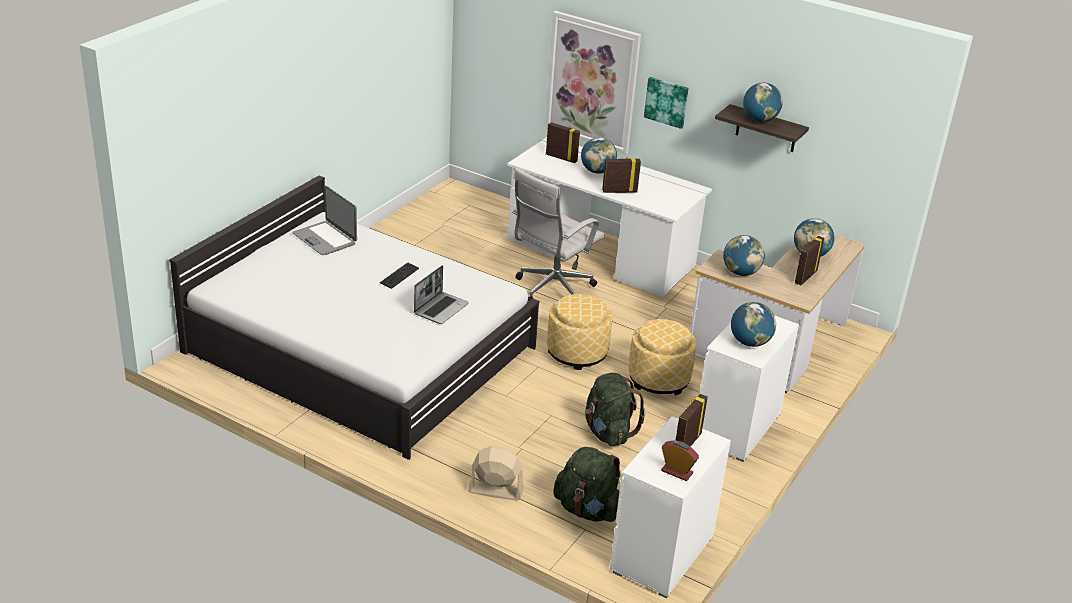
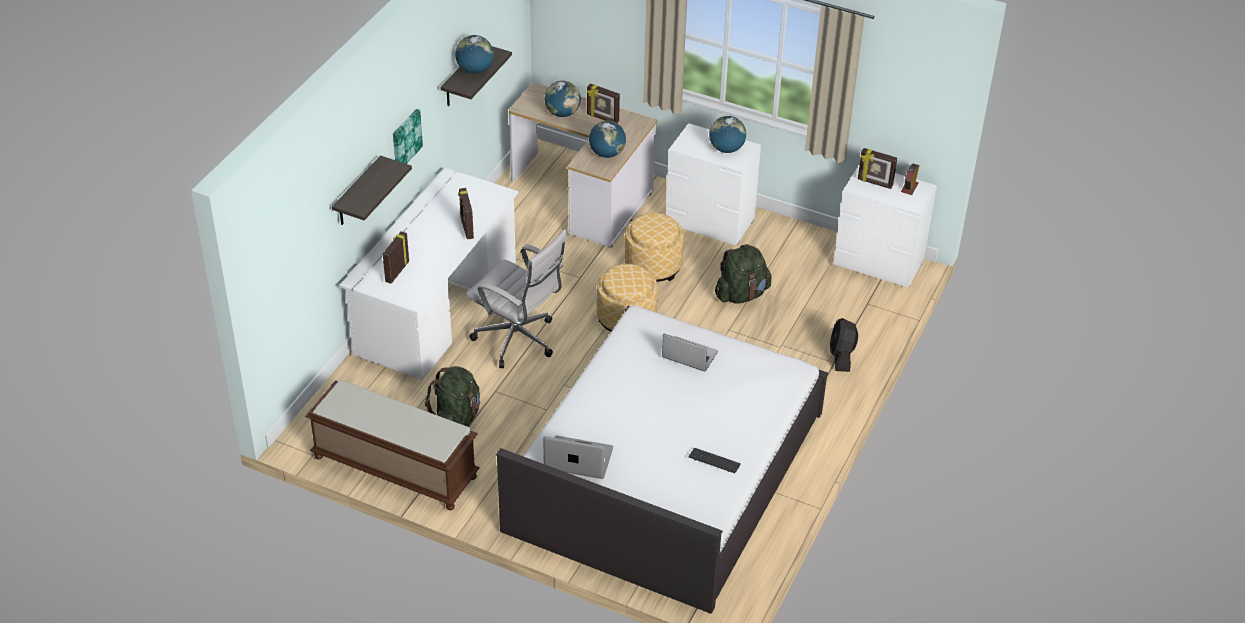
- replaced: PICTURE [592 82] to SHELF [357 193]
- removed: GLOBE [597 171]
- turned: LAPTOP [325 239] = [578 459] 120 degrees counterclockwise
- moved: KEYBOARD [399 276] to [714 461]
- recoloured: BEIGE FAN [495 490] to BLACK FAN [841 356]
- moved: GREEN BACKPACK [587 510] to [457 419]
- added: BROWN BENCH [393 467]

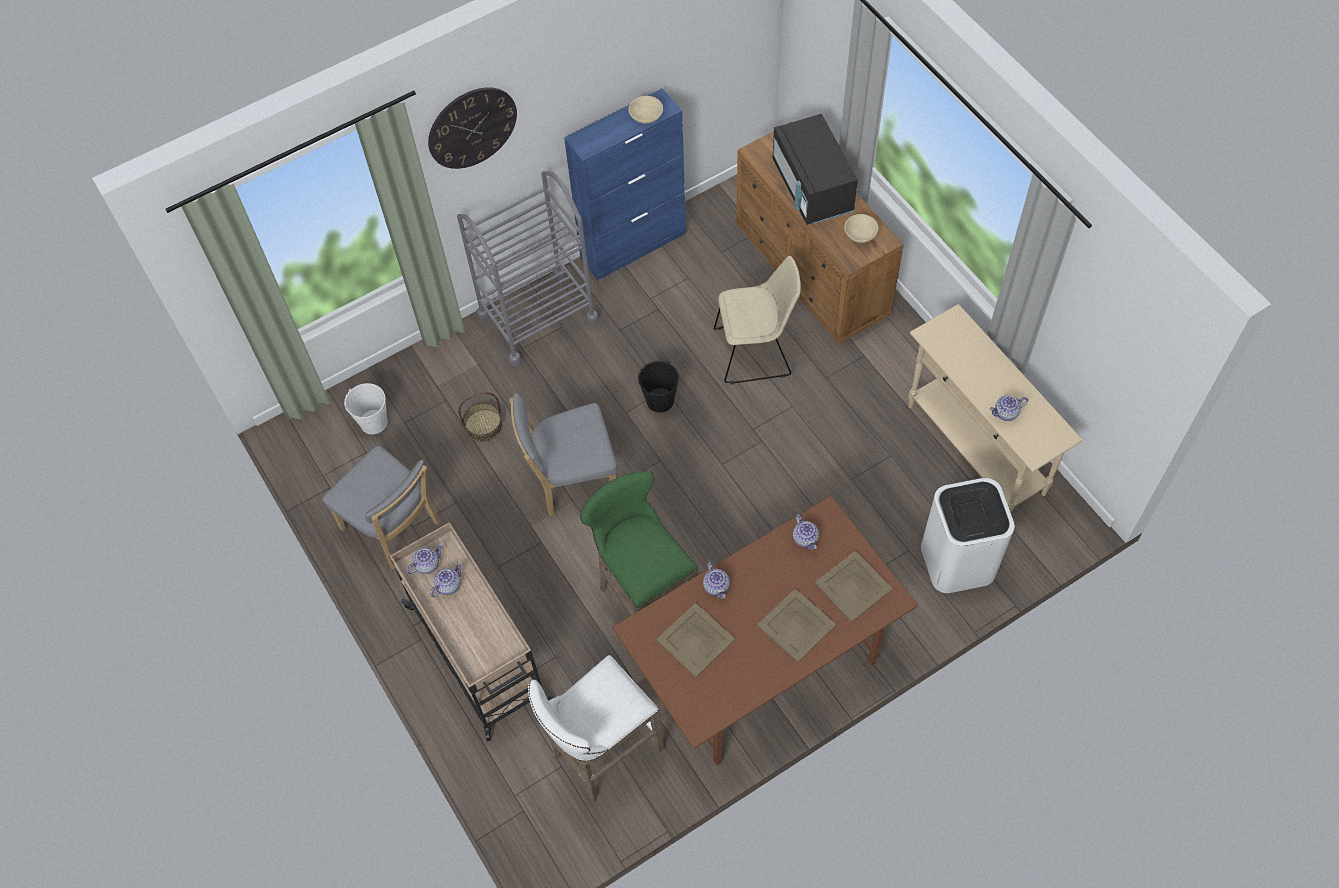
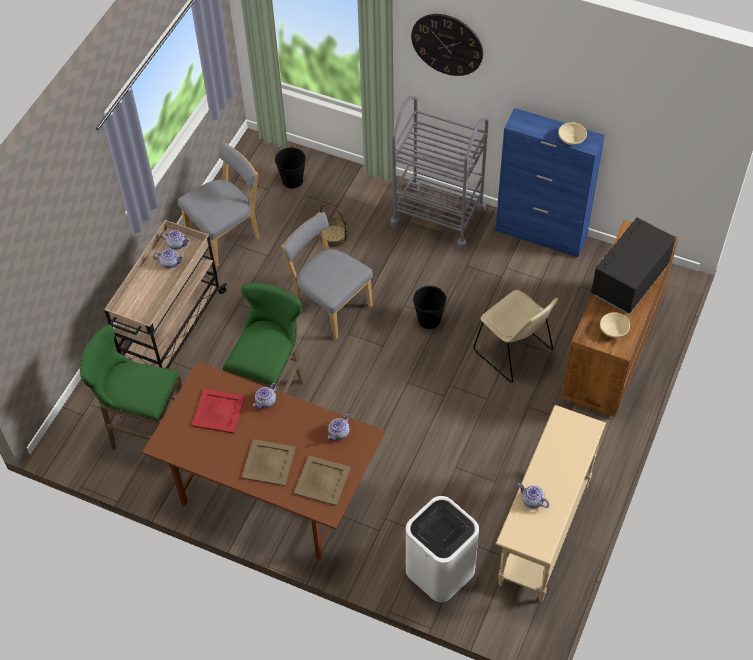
- recoloured: WHITE BUCKET [373 422] to BLACK BUCKET [292 180]
- turned: GREY CHAIR [394 528] = [226 235] 135 degrees counterclockwise
- recoloured: BEIGE TRAY [695 640] to RED TRAY [218 411]
- recoloured: WHITE STOOL [603 754] to GREEN STOOL [147 435]

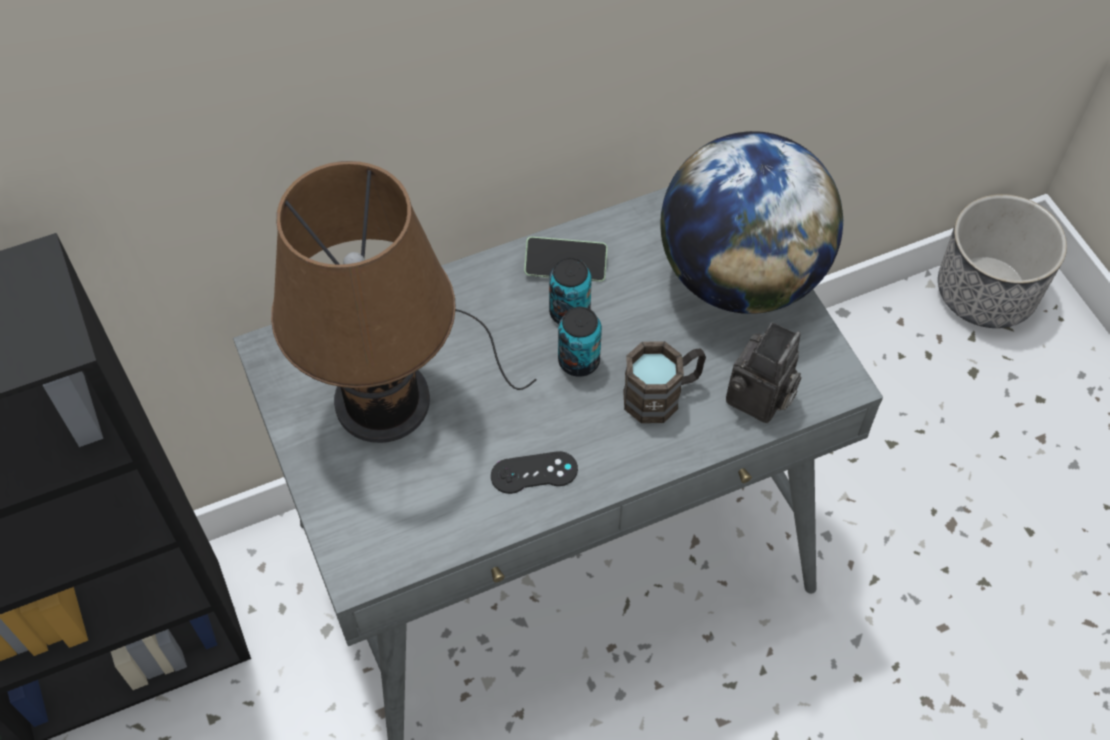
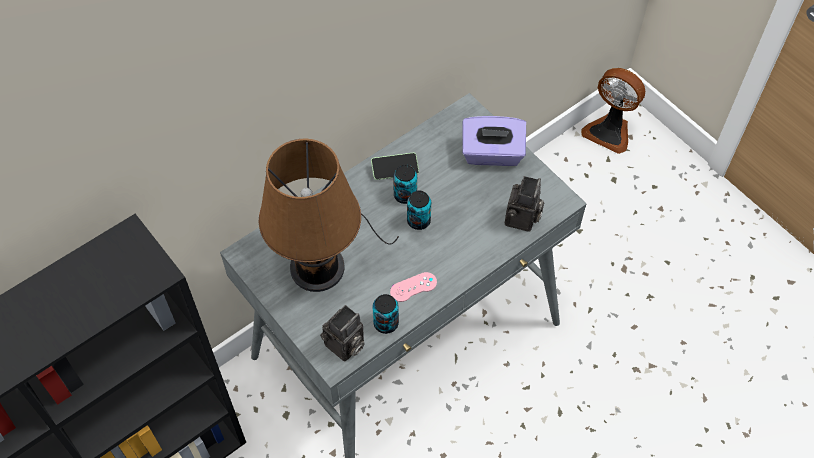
- replaced: GLOBE [740 275] to PURPLE TISSUE BOX [492 154]
- replaced: PLANTER [986 291] to FAN [609 131]
- removed: BROWN MUG [662 395]
- recoloured: BLACK GAME CONTROLLER [534 473] to PINK GAME CONTROLLER [413 287]
- added: CAN [386 323]
- added: PHOTO CAMERA [344 347]

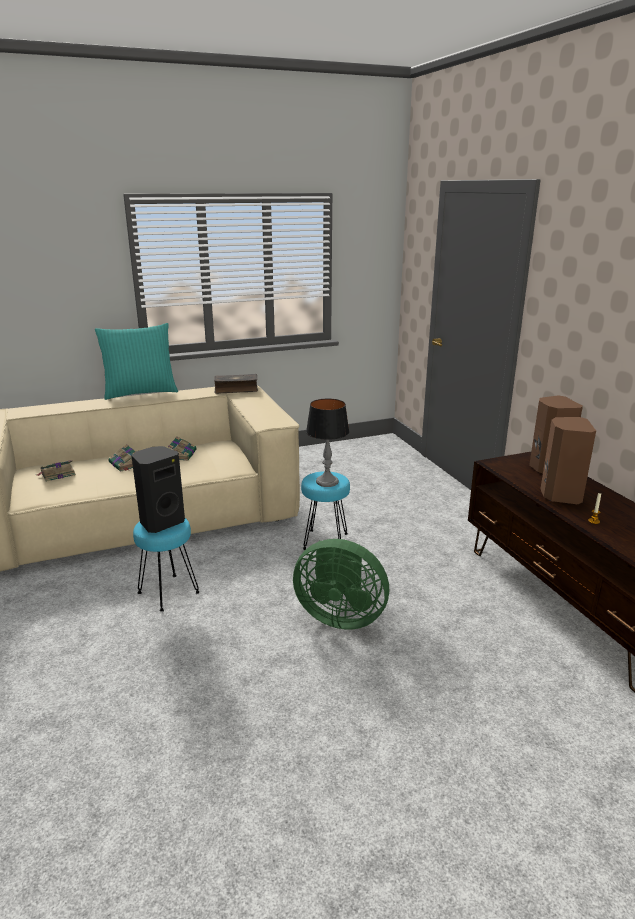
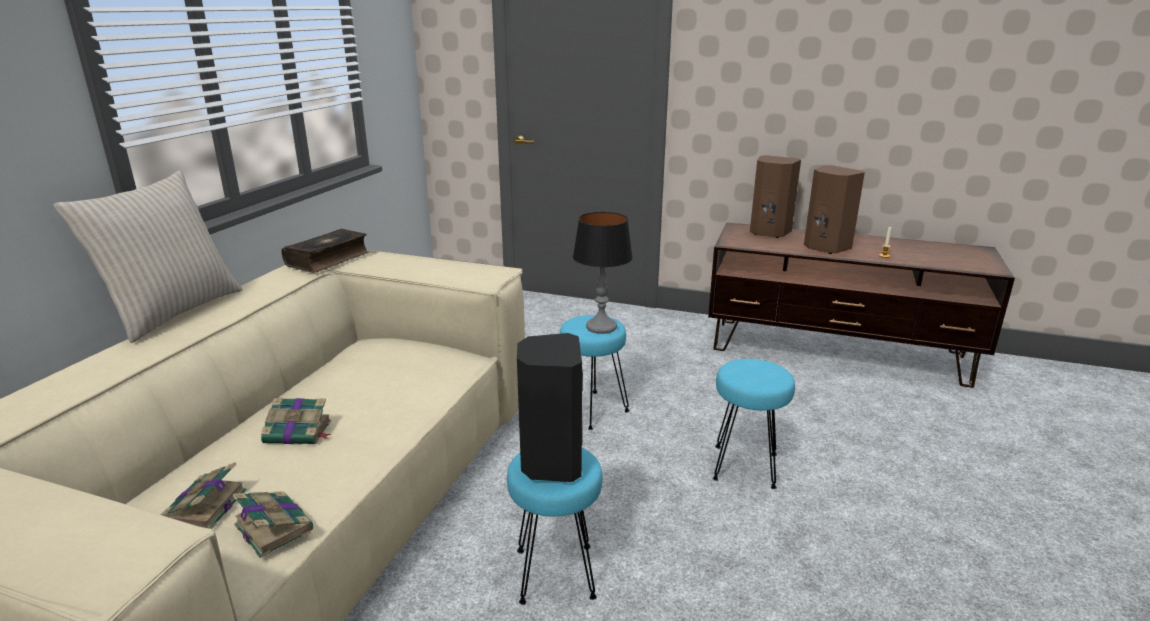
- recoloured: TURQUOISE PILLOW [140 392] to BEIGE PILLOW [173 312]
- moved: BOOK [182 454] to [273 527]
- replaced: GREEN FAN [340 616] to TURQUOISE STOOL [745 466]

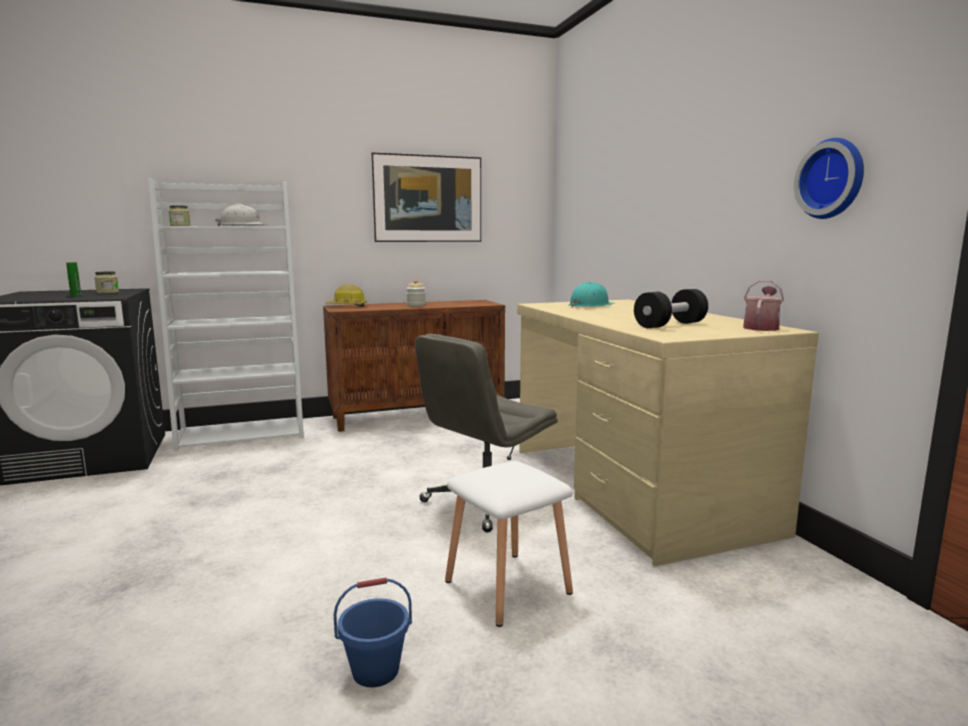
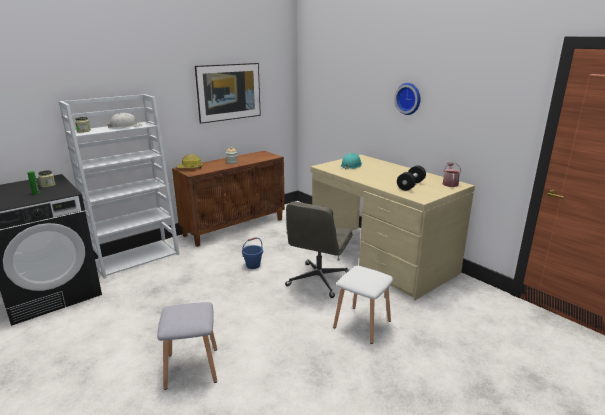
- moved: WALL CLOCK [833 179] to [409 98]
- moved: BLUE BUCKET [375 671] to [253 265]
- added: GREY STOOL [191 367]

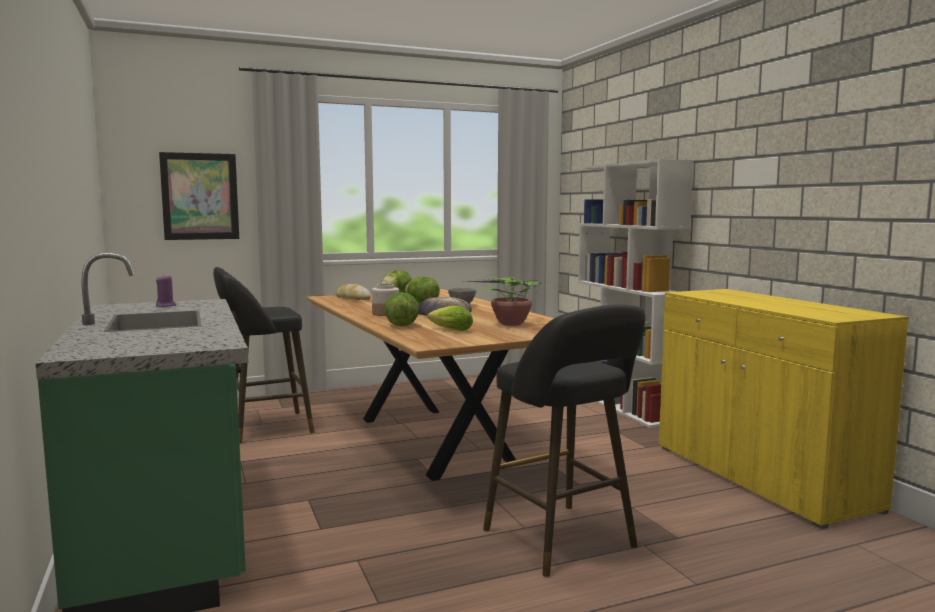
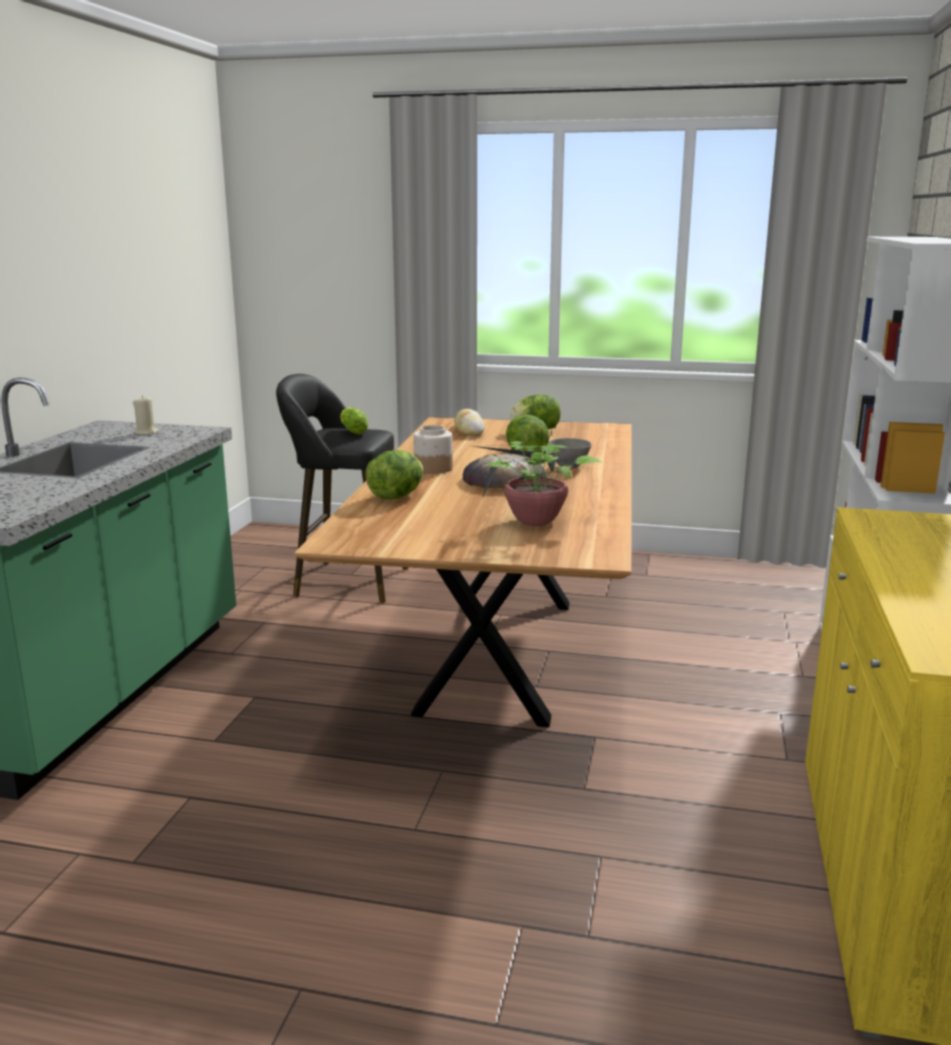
- removed: PICTURE [200 196]
- recoloured: PURPLE CANDLE [166 305] to BEIGE CANDLE [146 432]
- removed: BLACK STOOL [564 542]
- moved: LETTUCE [449 330] to [352 431]

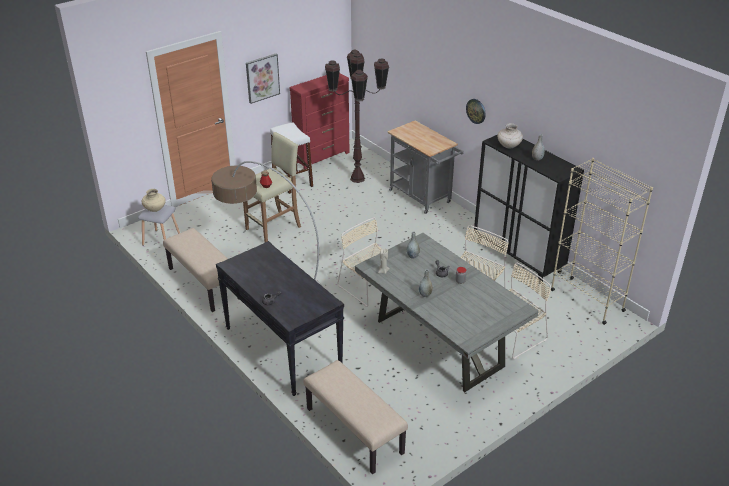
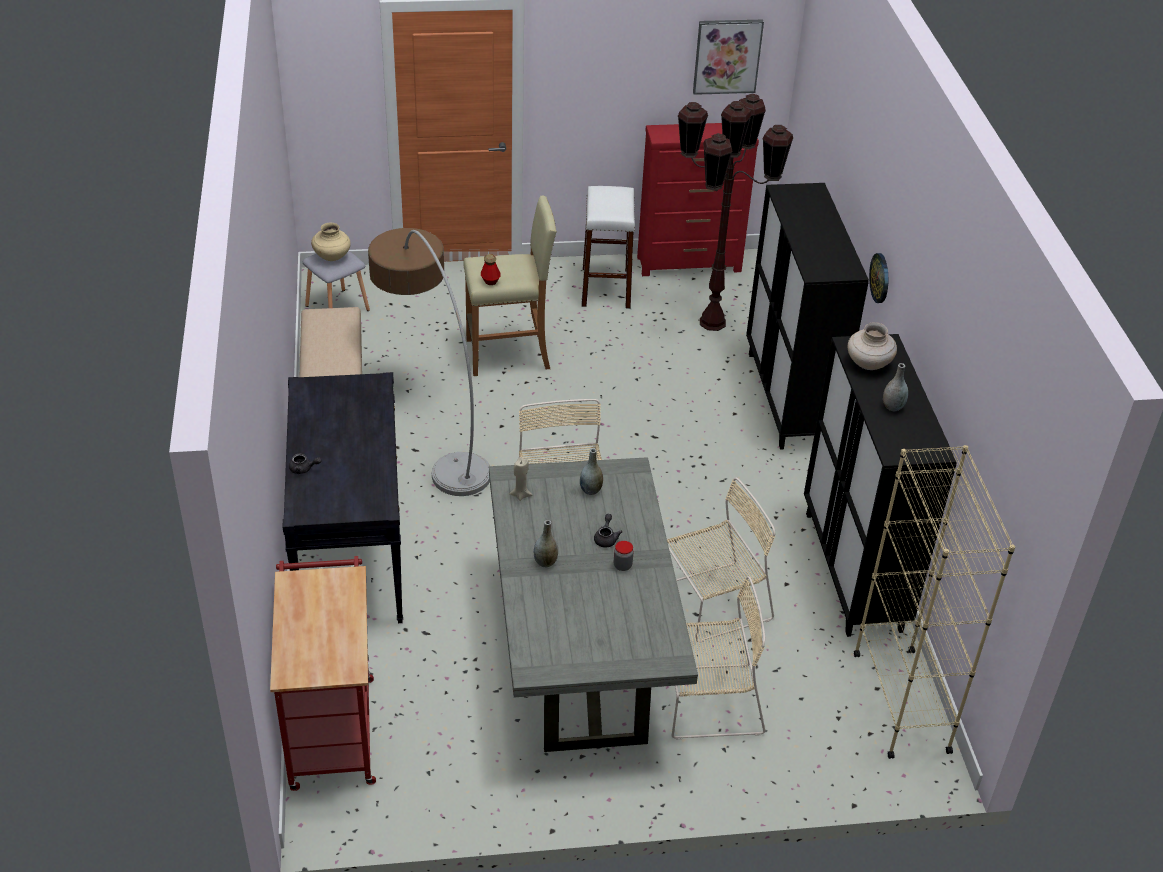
- moved: PICTURE [262 78] to [727 56]
- replaced: GREY CART [422 198] to BLACK CABINET [788 399]
- replaced: BEIGE BENCH [353 431] to RED CART [331 725]

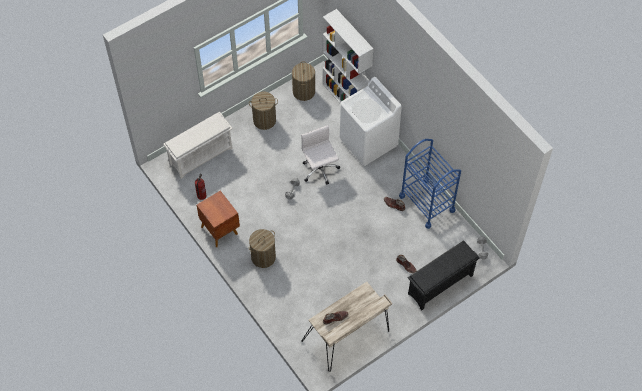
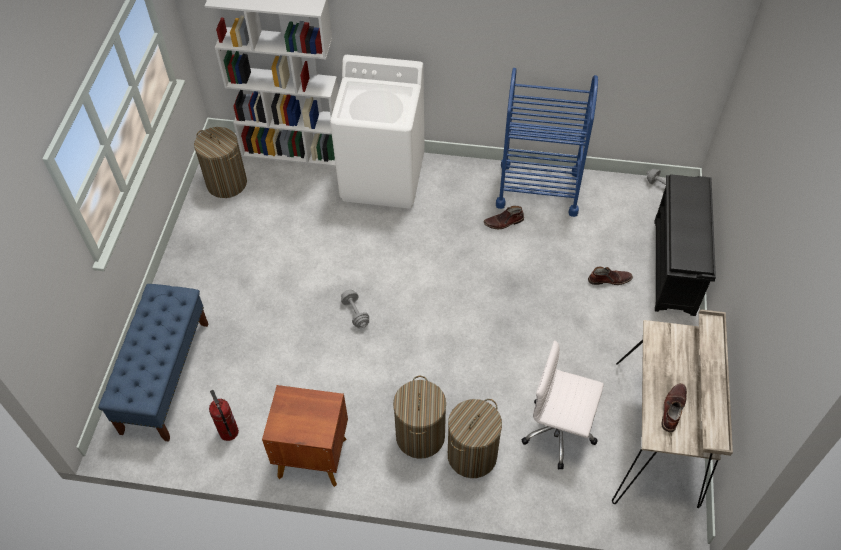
- moved: LAUNDRY BASKET [264 120] to [472 455]
- replaced: WHITE SHOE RACK [201 155] to BLUE BENCH [165 376]
- moved: WHITE OFFICE CHAIR [320 171] to [560 432]

